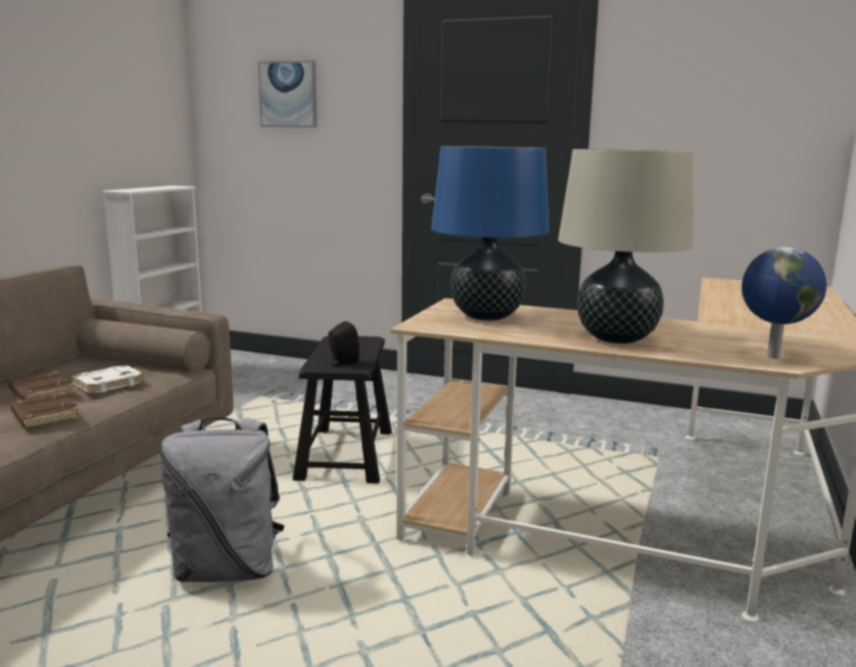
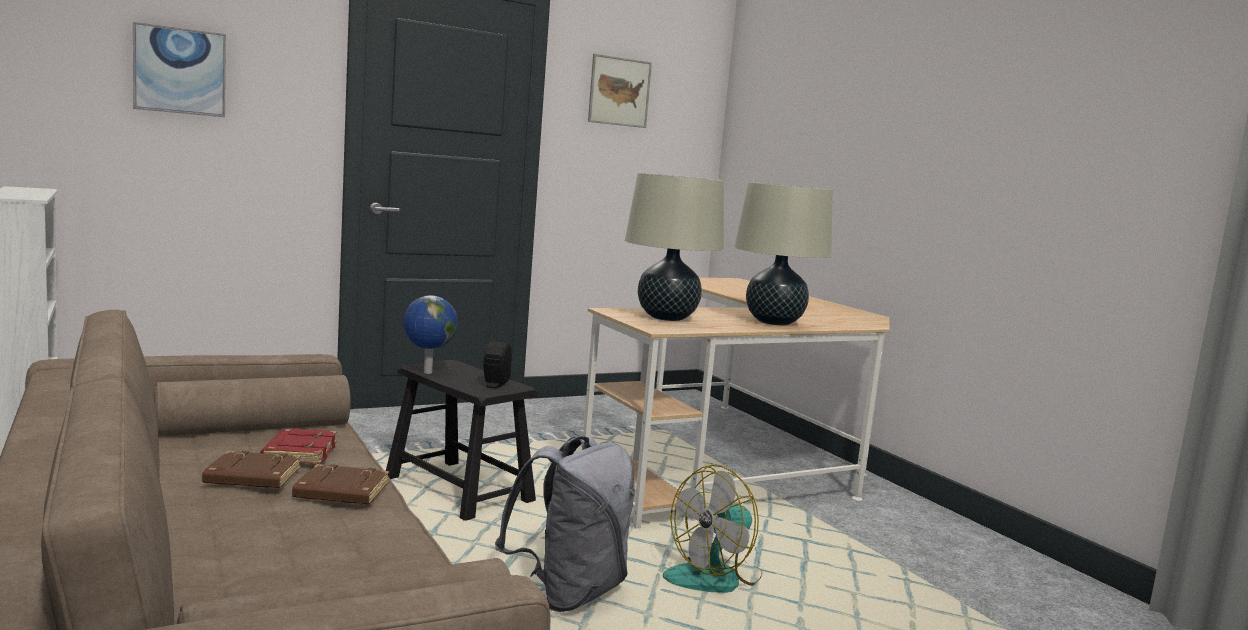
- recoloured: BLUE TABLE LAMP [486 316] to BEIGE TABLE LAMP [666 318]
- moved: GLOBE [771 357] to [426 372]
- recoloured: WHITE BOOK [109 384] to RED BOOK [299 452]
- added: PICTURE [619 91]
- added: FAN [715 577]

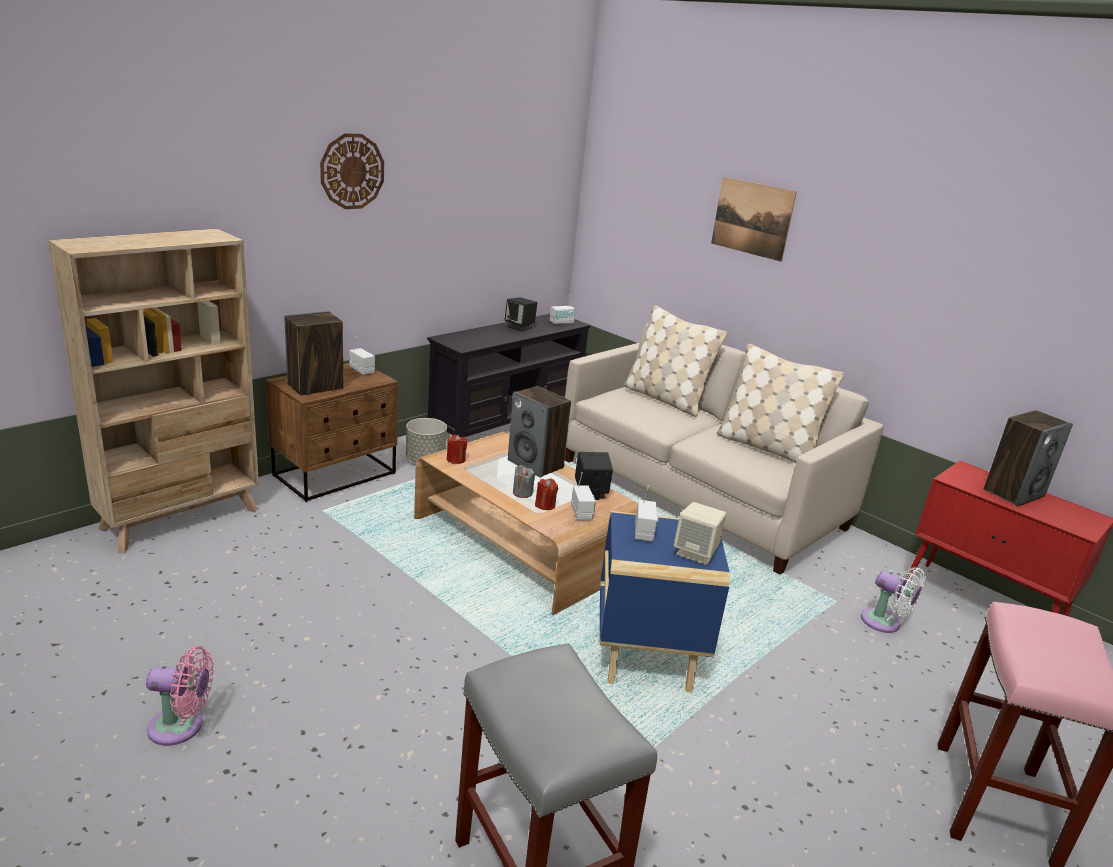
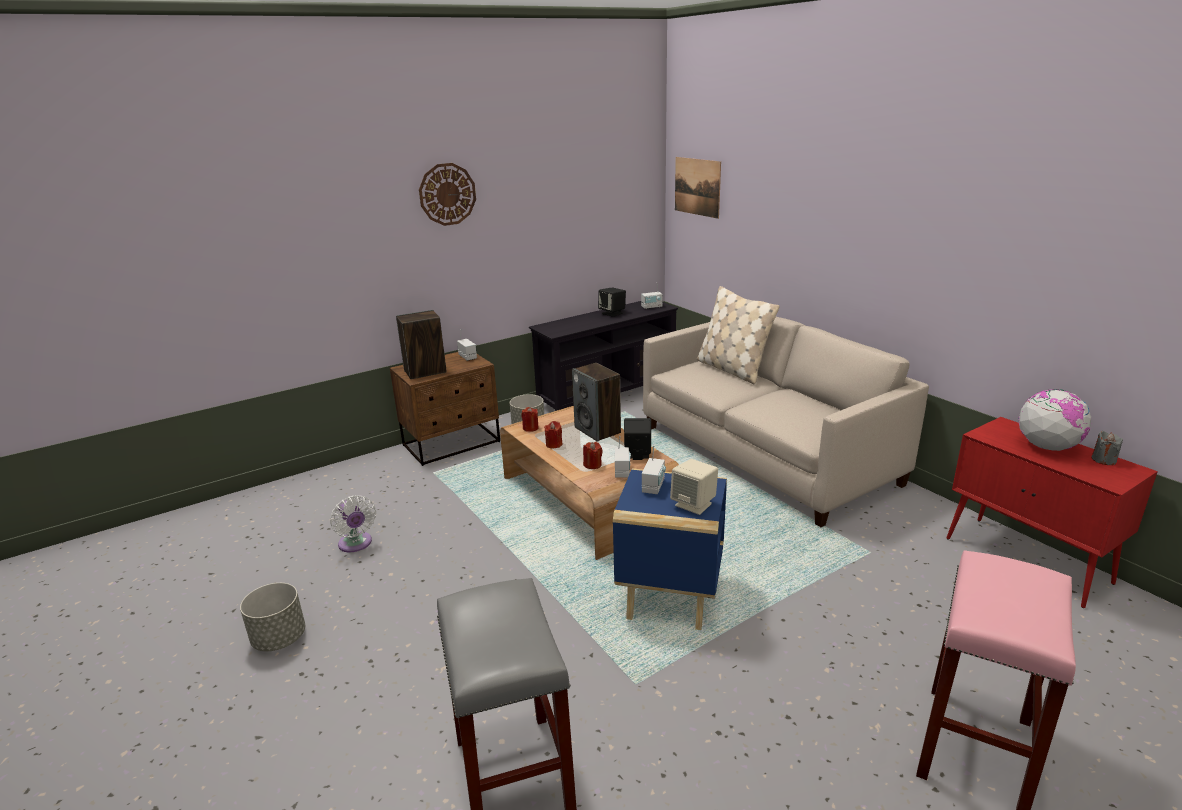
- moved: PICTURE [752 218] to [697 187]
- removed: BEIGE BOOKCASE [182 519]
- removed: BEIGE PILLOW [767 447]
- replaced: SPEAKER [1013 493] to GLOBE [1047 447]
- moved: GREY CANDLE [522 493] to [1103 460]
- moved: WHITE FAN [884 623] to [356 544]
- replaced: PINK FAN [181 727] to GREY PLANTER [279 638]
- added: RED CANDLE [554 444]

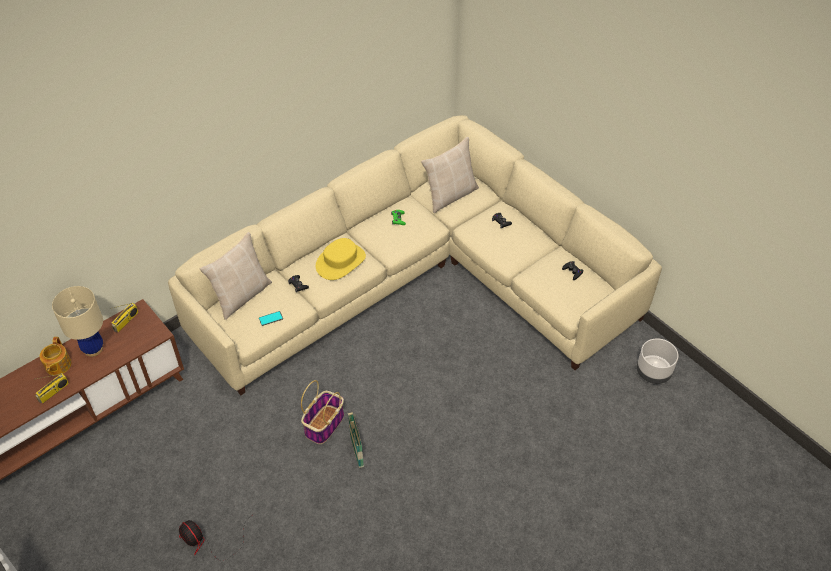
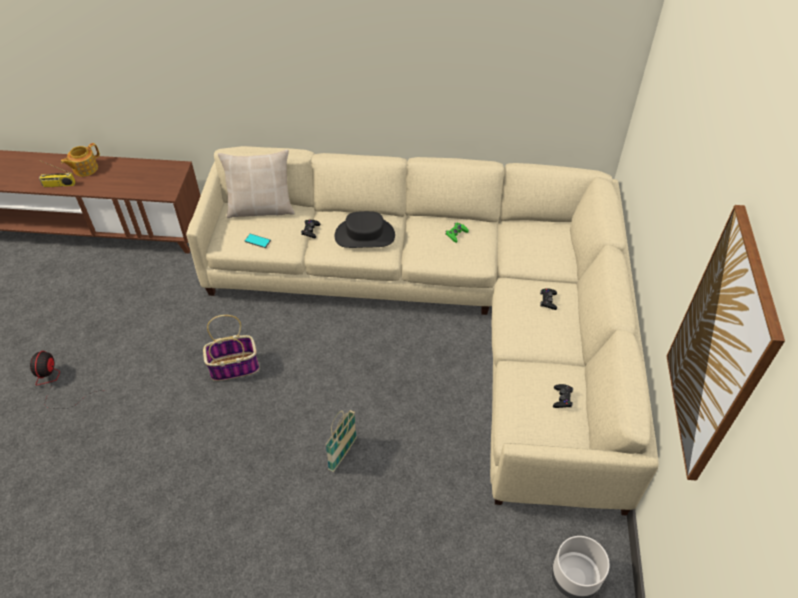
- removed: BEIGE PILLOW [450 195]
- recoloured: YELLOW HAT [340 262] to BLACK HAT [365 235]
- removed: BEIGE TABLE LAMP [93 349]
- removed: RADIO [126 321]
- moved: BASKET [356 452] to [343 454]
- added: PICTURE [719 350]

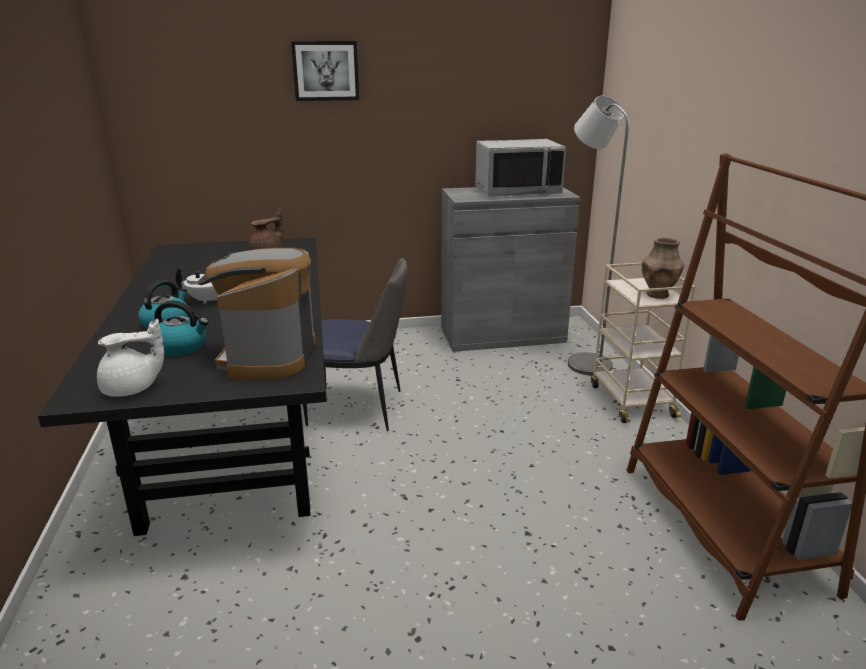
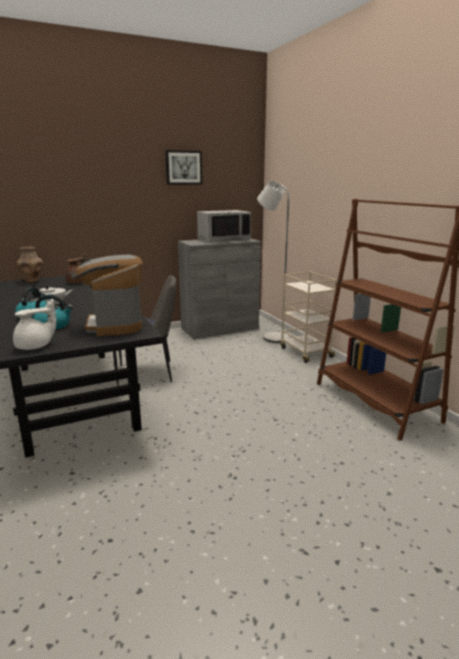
- moved: PICTURE [325 71] to [183 167]
- moved: BROWN VASE [658 295] to [32 281]

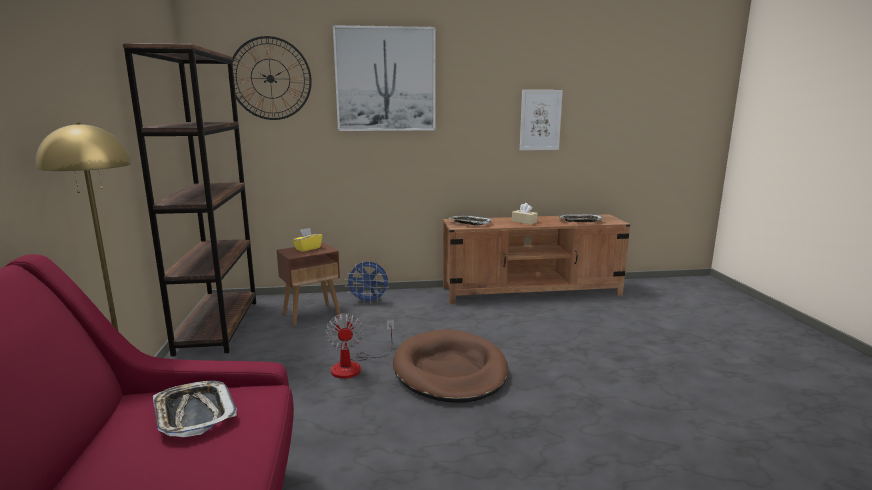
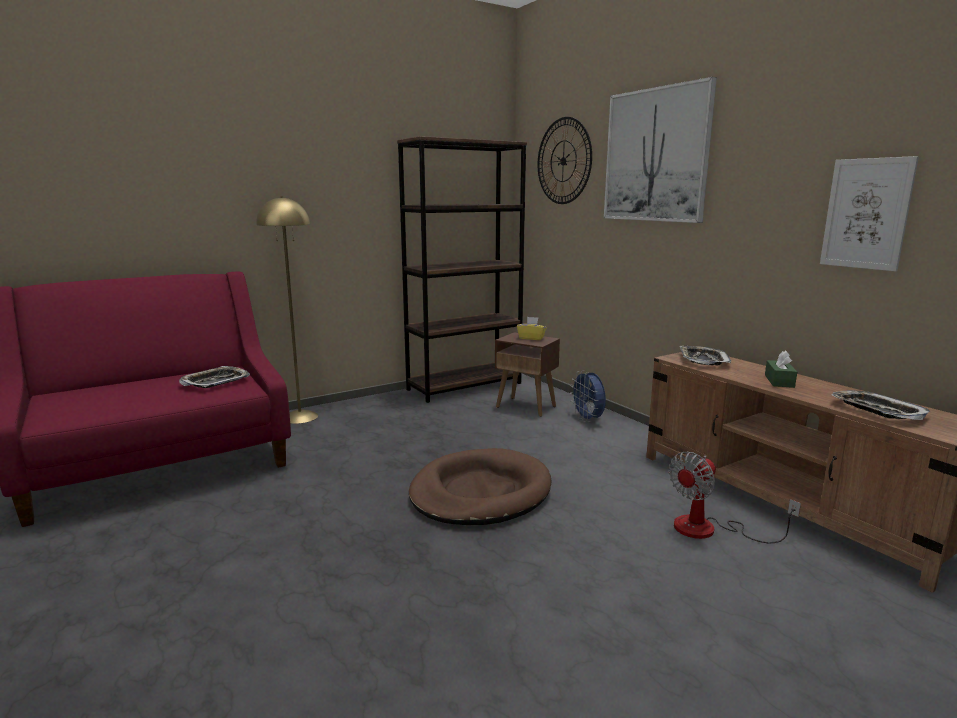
- recoloured: BEIGE TISSUE BOX [524 222] to GREEN TISSUE BOX [779 381]
- moved: FAN [354 366] to [709 530]

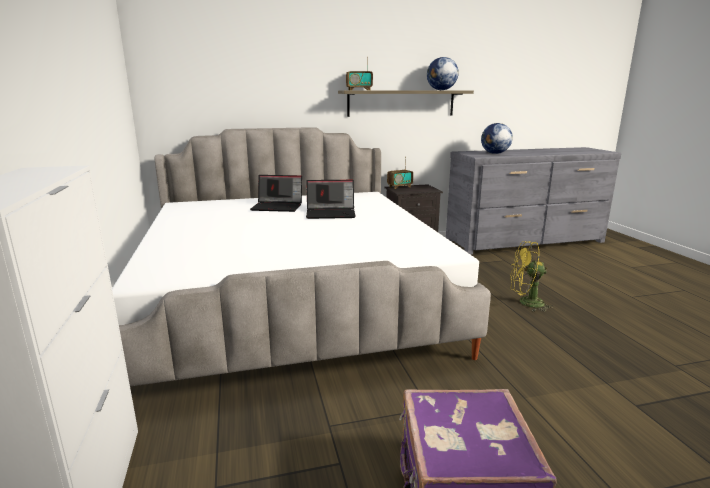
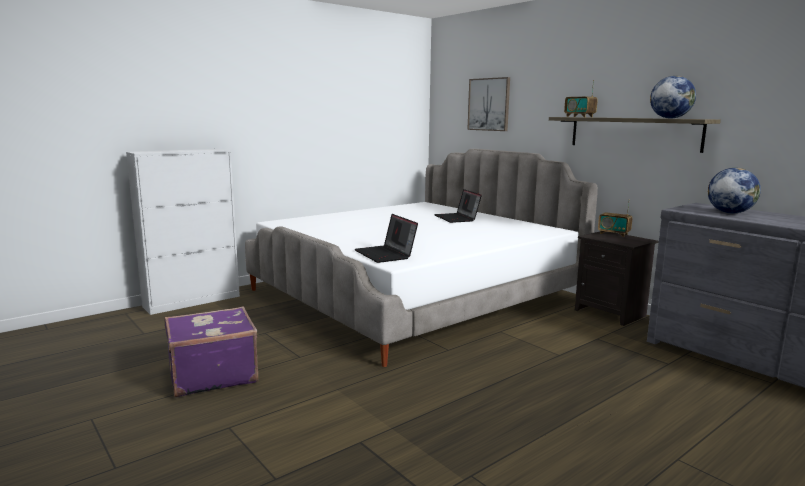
- moved: LAPTOP [331 213] to [386 254]
- removed: YELLOW FAN [525 303]
- added: PICTURE [489 104]

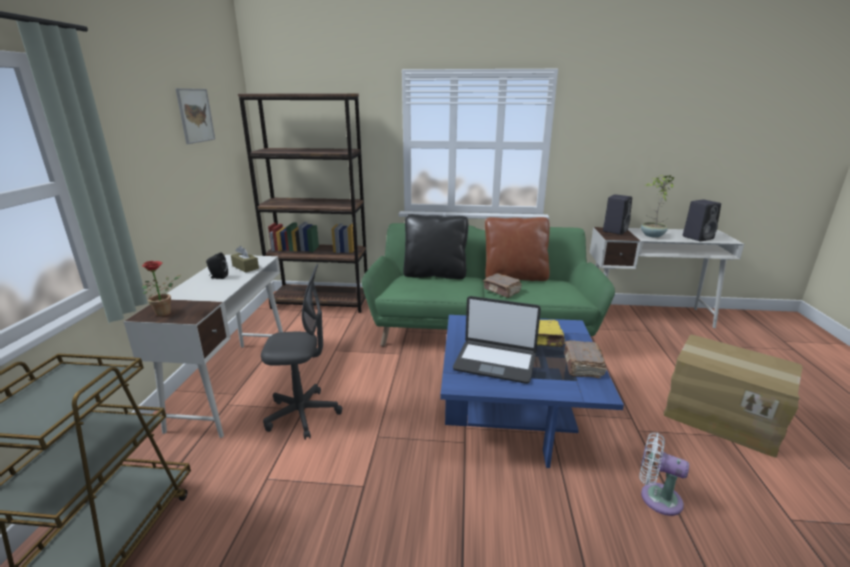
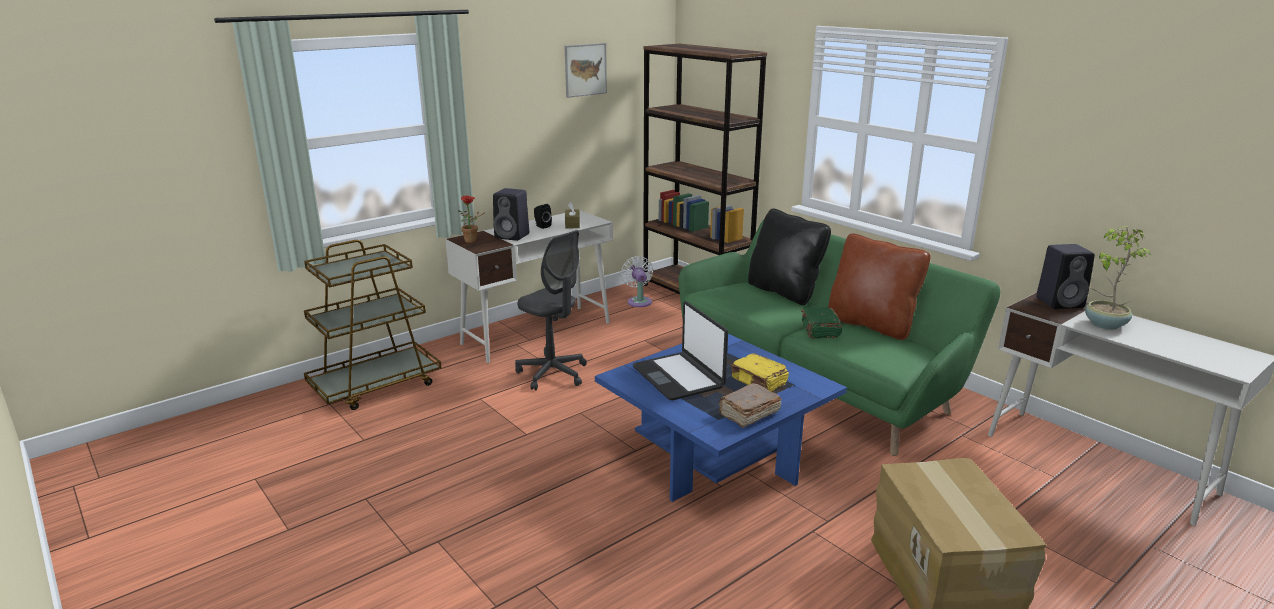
- moved: BLACK SPEAKER [698 237] to [513 236]
- recoloured: BROWN BOOK [502 291] to GREEN BOOK [820 330]
- moved: WHITE FAN [656 497] to [639 301]

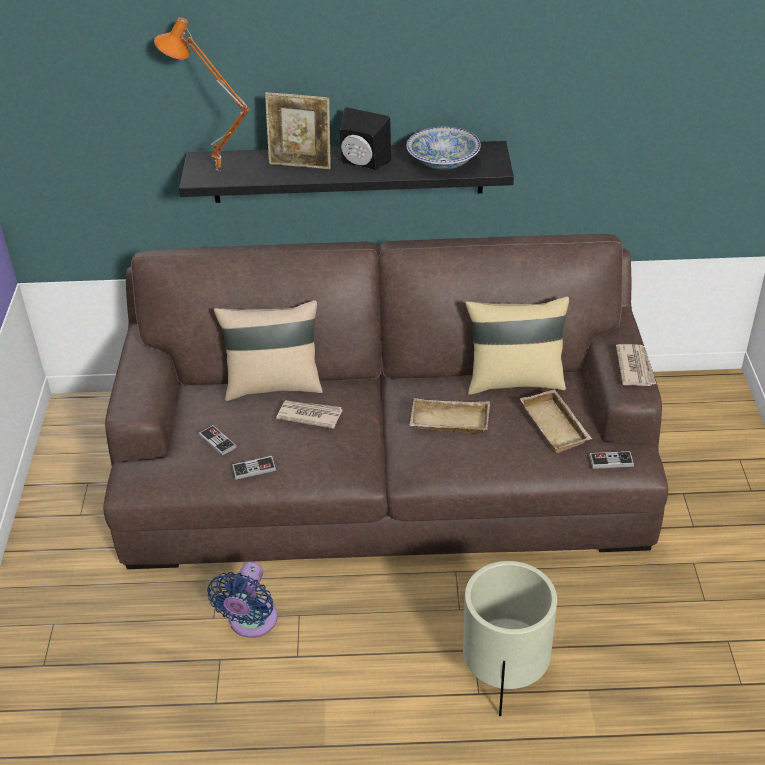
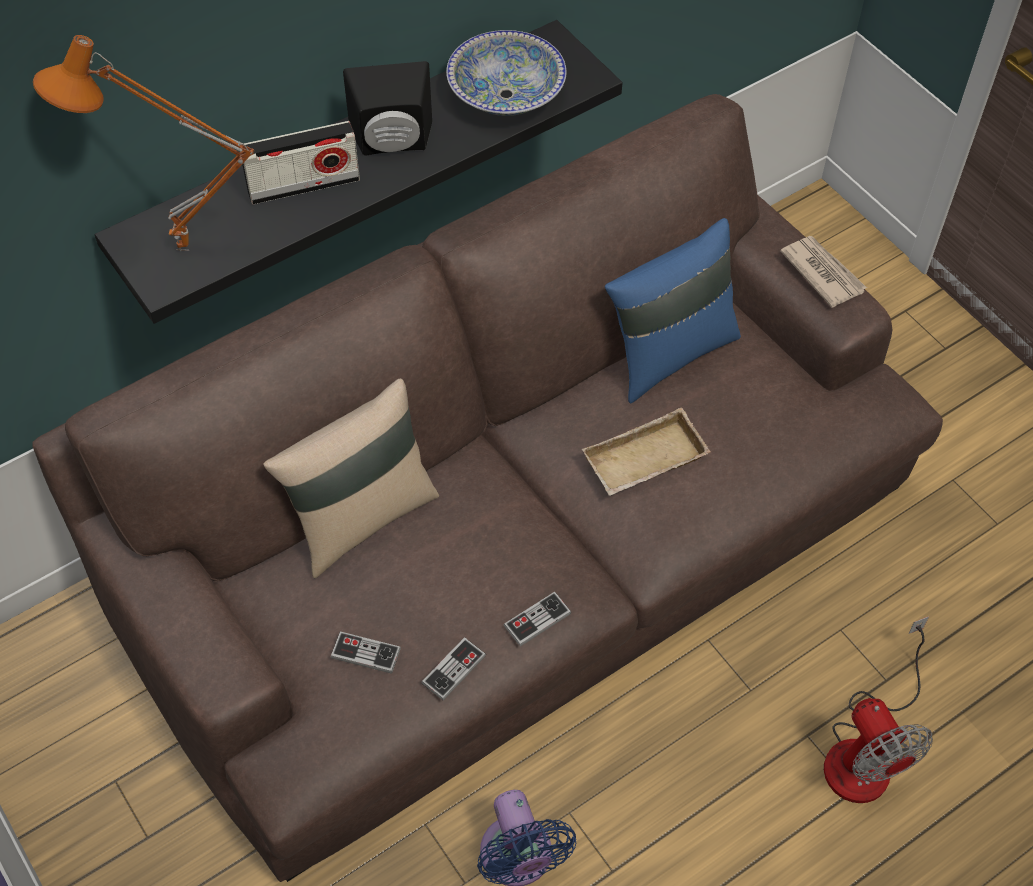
- replaced: PICTURE FRAME [301 165] to RADIO [304 185]
- recoloured: BEIGE PILLOW [514 380] to BLUE PILLOW [669 353]
- removed: BEIGE TRAY [557 426]
- removed: NEWSPAPER [309 415]
- moved: GAME CONTROLLER [611 461] to [537 620]
- replaced: BEIGE PLANTER [505 677] to FAN [866 750]

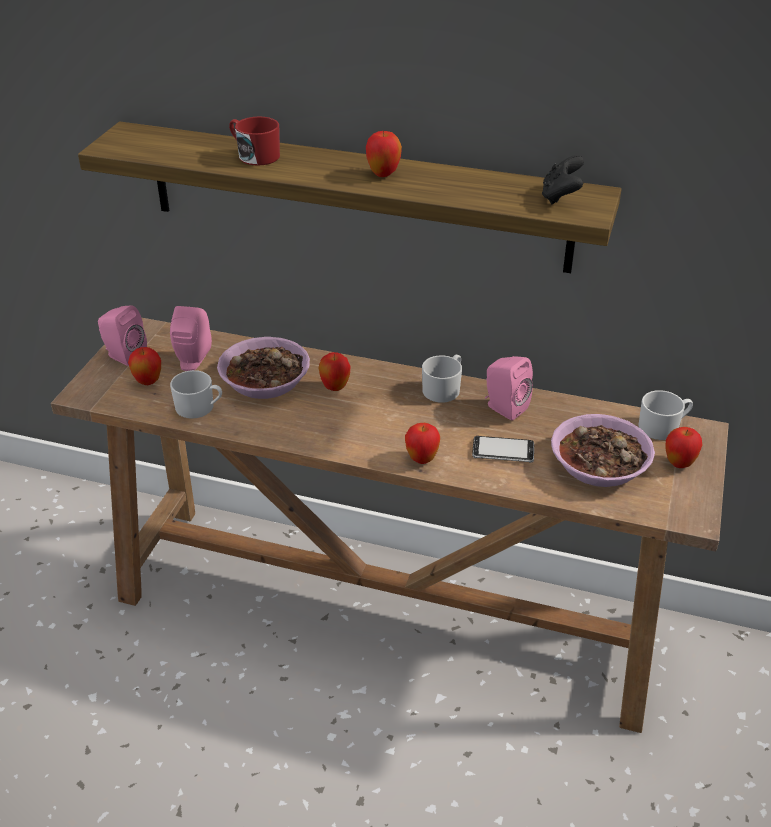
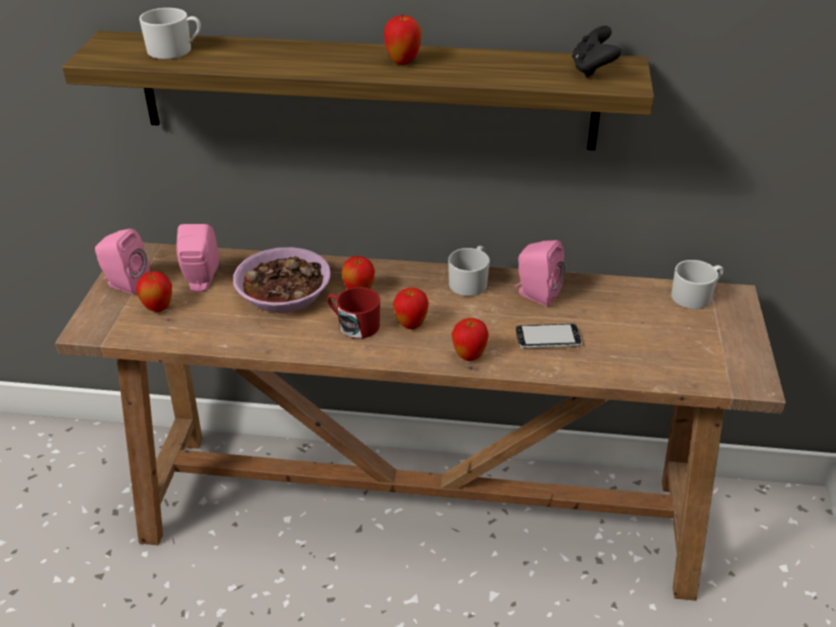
- moved: RED MUG [254 155] to [354 324]
- moved: WHITE MUG [199 407] to [175 50]
- removed: BOWL [599 464]
- moved: APPLE [679 464] to [411 325]

